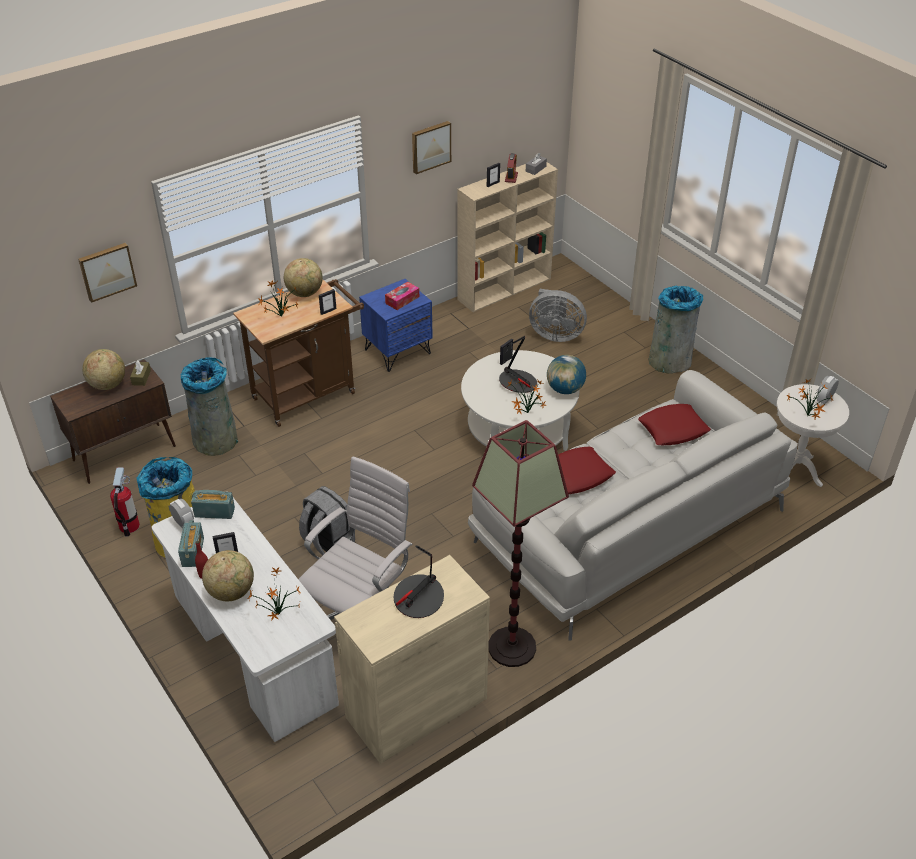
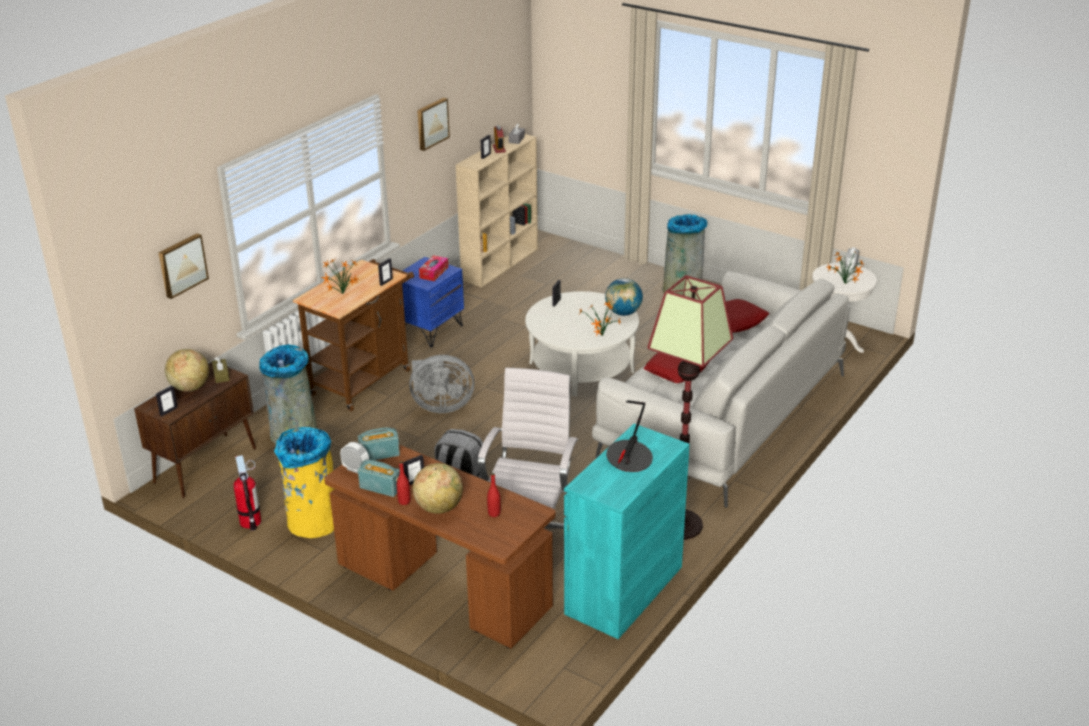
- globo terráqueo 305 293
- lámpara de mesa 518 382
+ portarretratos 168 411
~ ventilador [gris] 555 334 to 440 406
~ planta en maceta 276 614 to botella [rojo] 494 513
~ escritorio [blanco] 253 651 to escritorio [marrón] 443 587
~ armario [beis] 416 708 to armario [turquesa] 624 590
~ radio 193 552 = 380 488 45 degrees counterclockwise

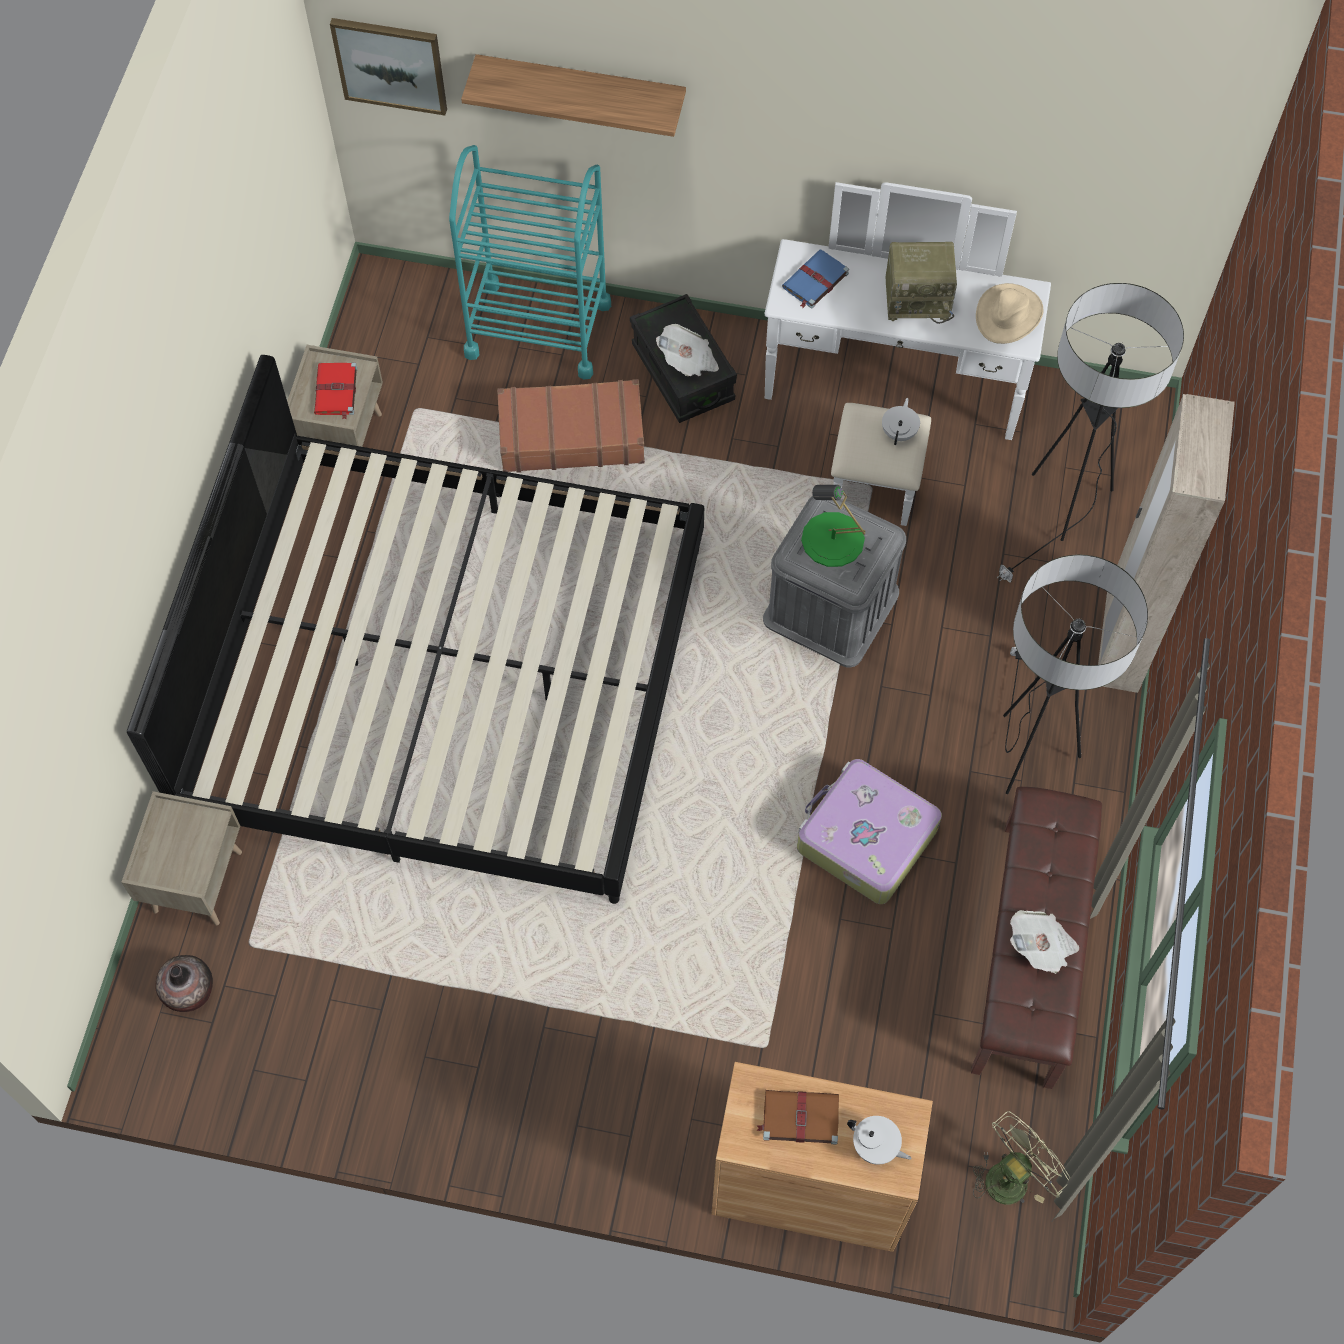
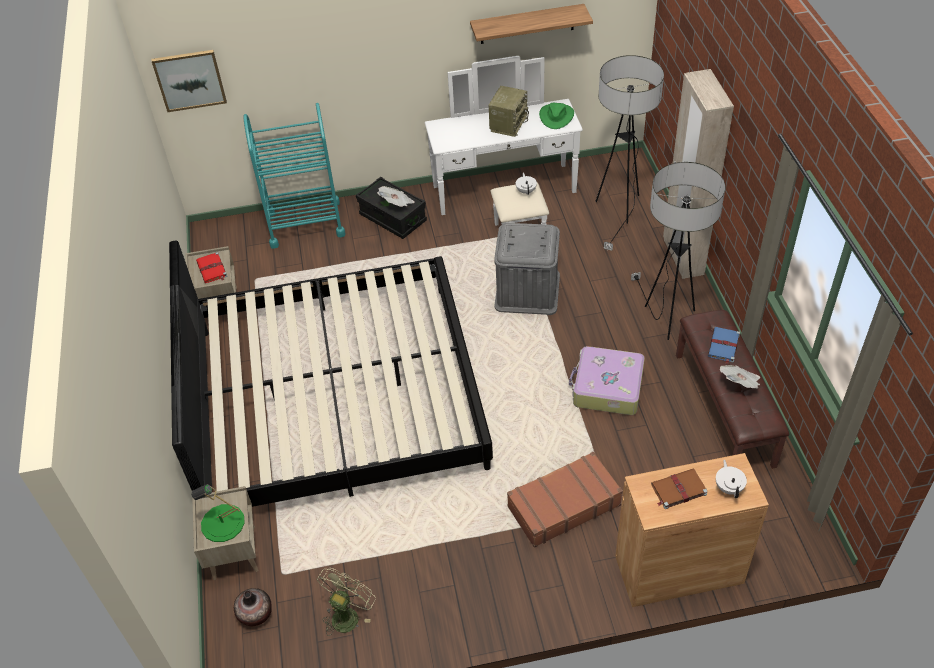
~ estante 581 88 to 527 24
~ maleta [marrón] 571 435 to 563 505
~ libro [azul] 814 281 to 723 346
~ lámpara de mesa [verde] 832 539 to 222 523
~ ventilador [verde] 1012 1175 to 347 614
~ sombrero [beis] 1008 314 to sombrero [verde] 556 116
~ tetera [blanco] 875 1146 = 729 487 105 degrees counterclockwise
~ radio 918 299 = 508 124 45 degrees counterclockwise

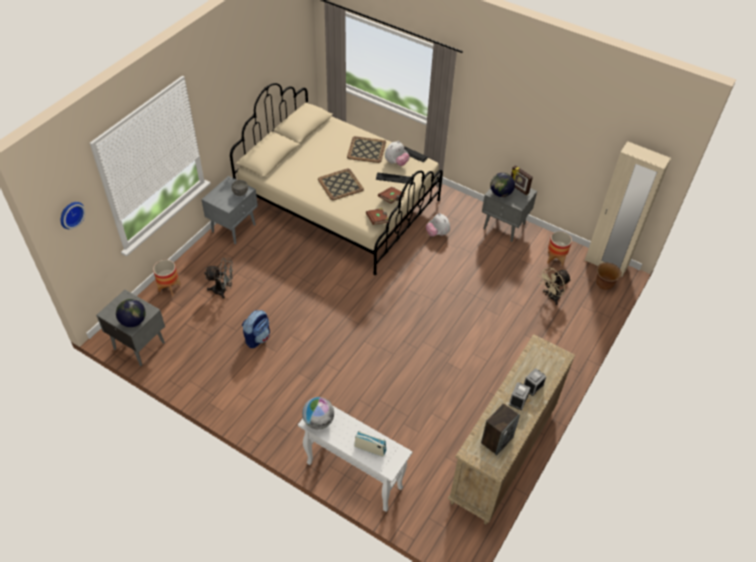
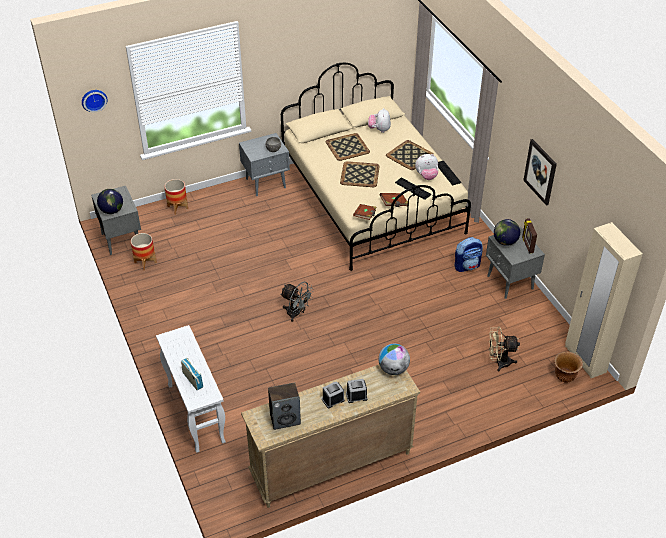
+ bandeja 347 147
+ cuadro 540 172
~ ventilador [gris] 223 290 to 296 314
~ mochila 258 338 to 467 266
~ globo terráqueo 318 421 to 393 369
~ peluche 437 233 to 379 130
~ maceta 555 259 to 145 262

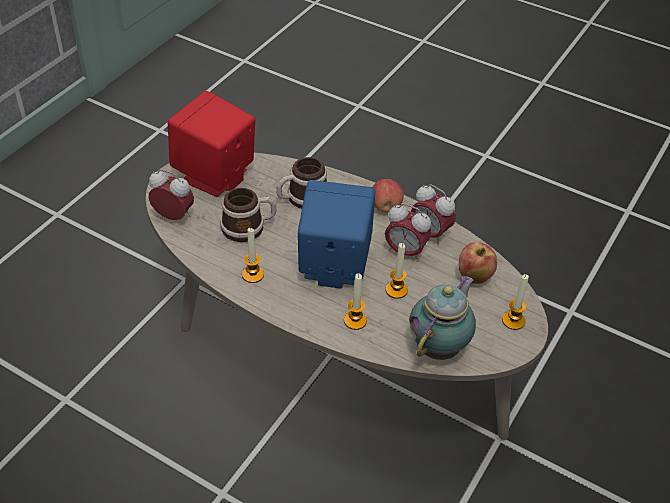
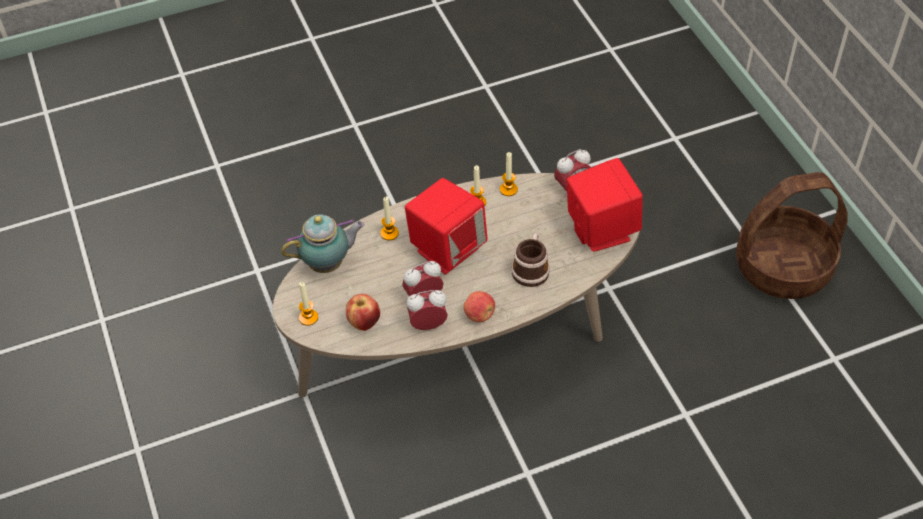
- taza grande 249 227
+ cesta 783 266
~ vela 396 290 to 508 189
~ altavoz [azul] 333 265 to altavoz [rojo] 447 249
~ tetera 440 346 = 328 264 90 degrees counterclockwise

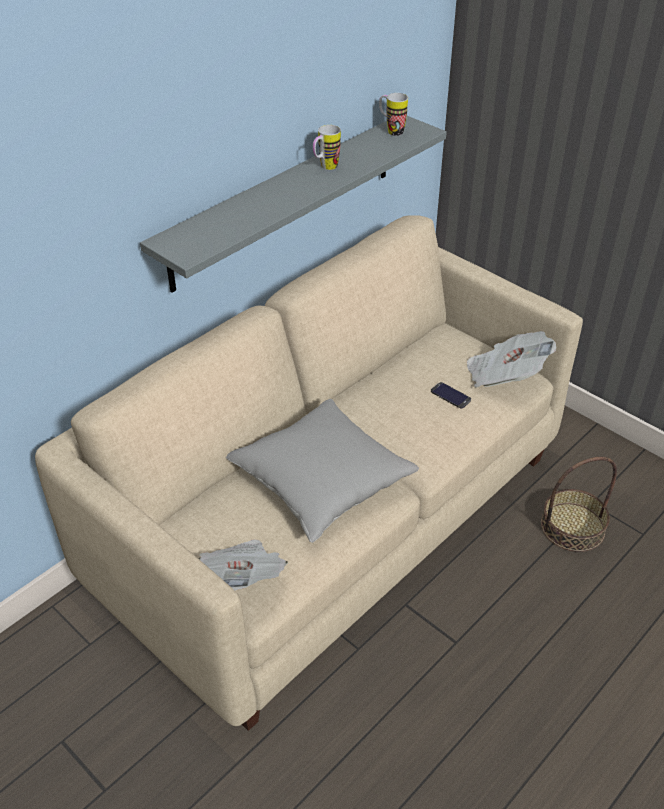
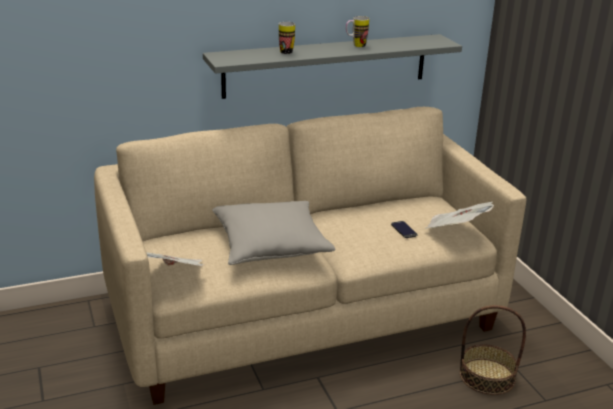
~ taza grande 391 130 to 284 51

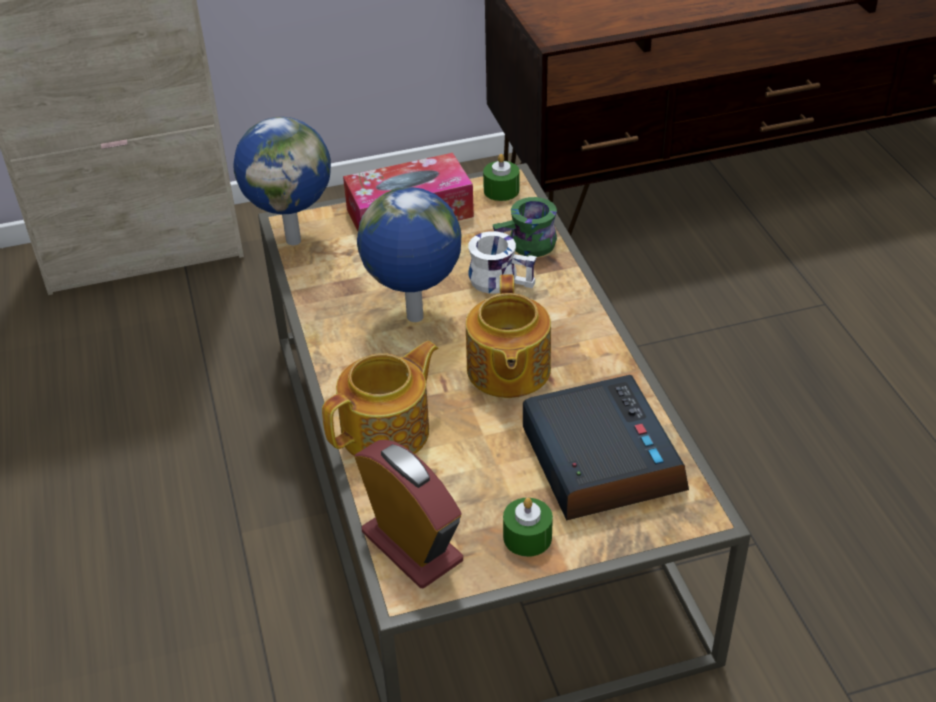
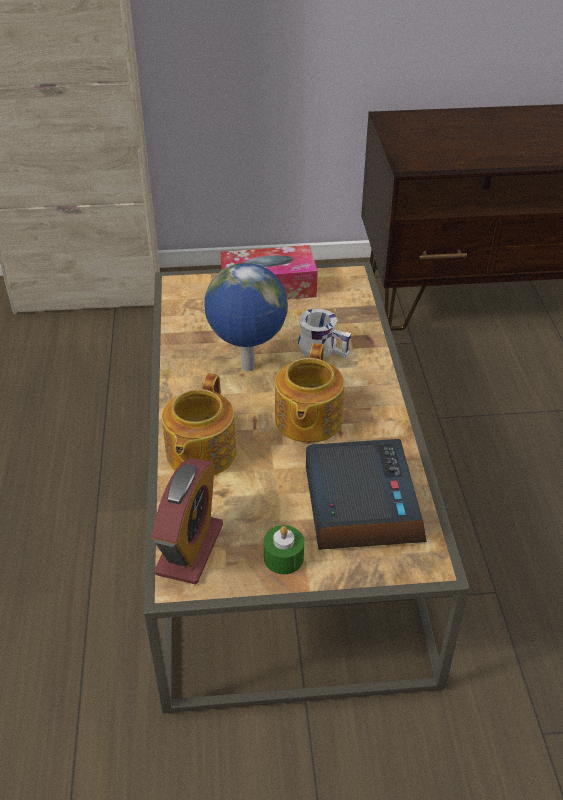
- globo terráqueo 294 239
- vela [verde] 501 190
- taza grande [verde] 527 248
~ tetera 388 431 = 199 453 135 degrees clockwise
~ despertador 412 546 = 189 549 45 degrees clockwise

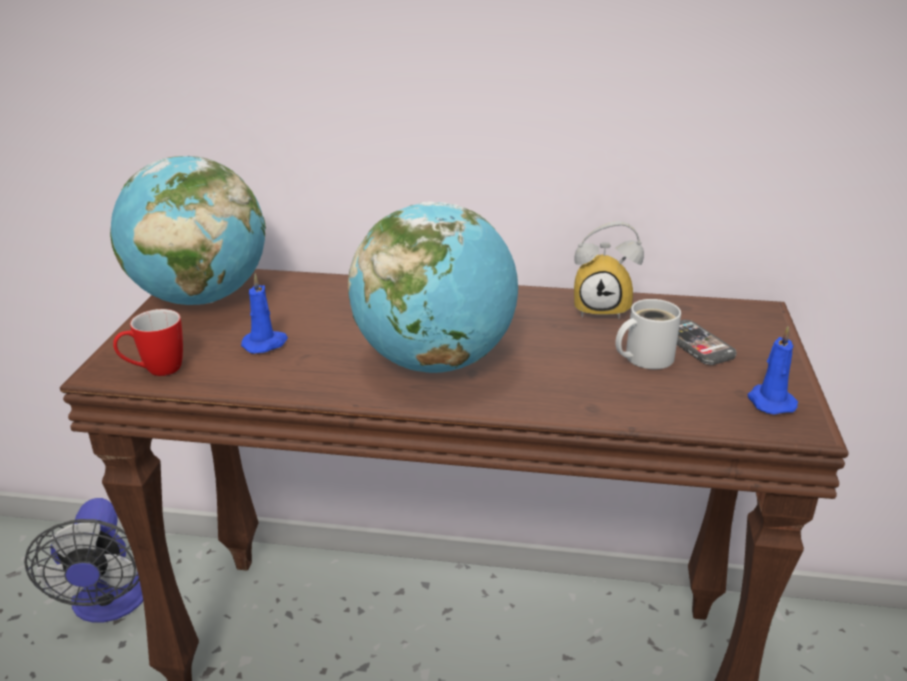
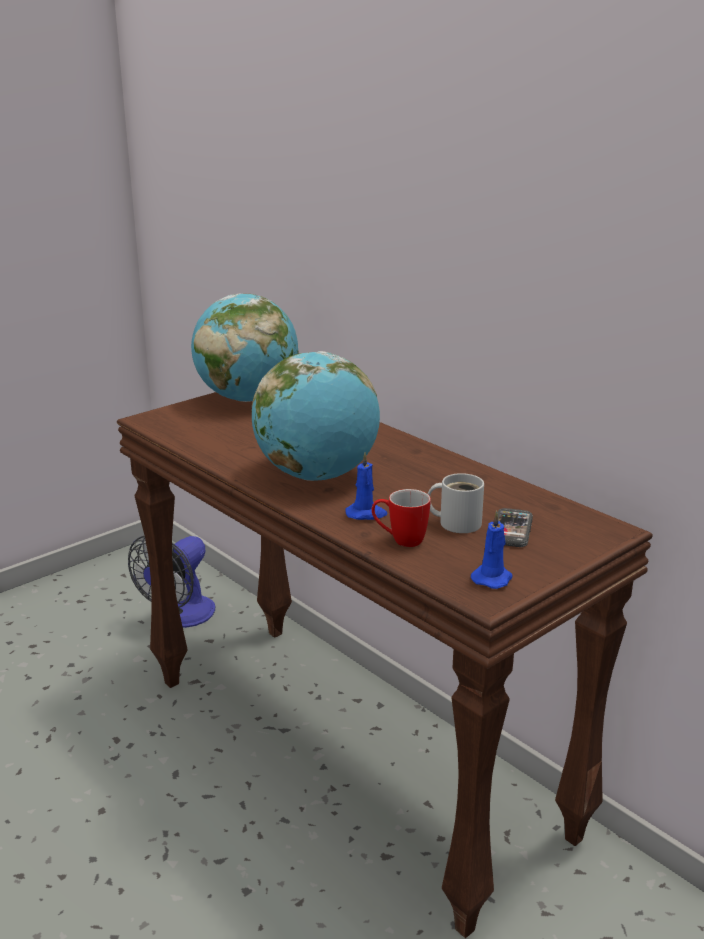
- despertador 603 308
~ taza grande 155 371 to 400 540
~ vela [azul] 265 344 to 366 514

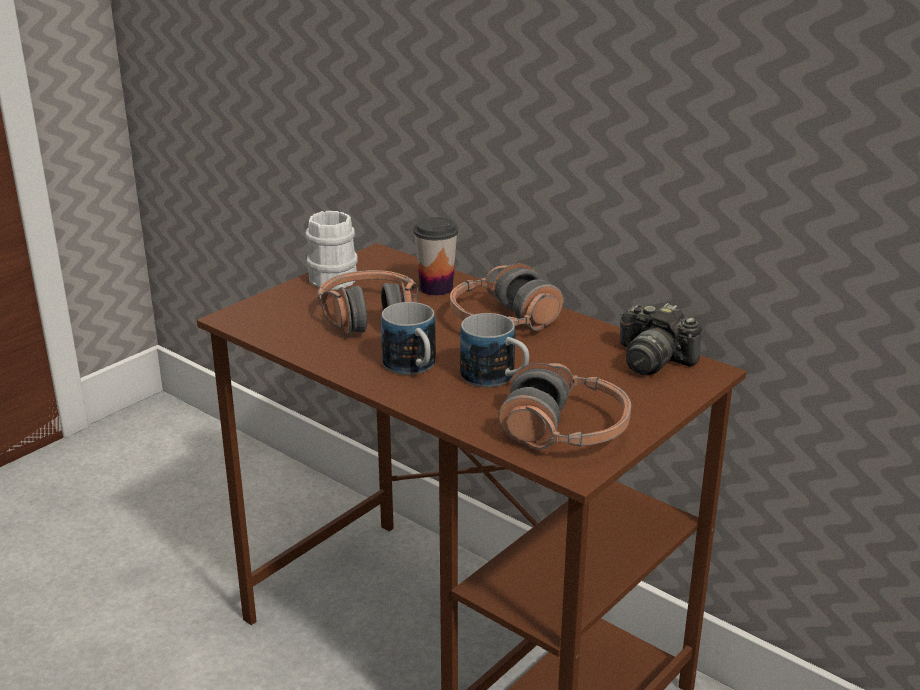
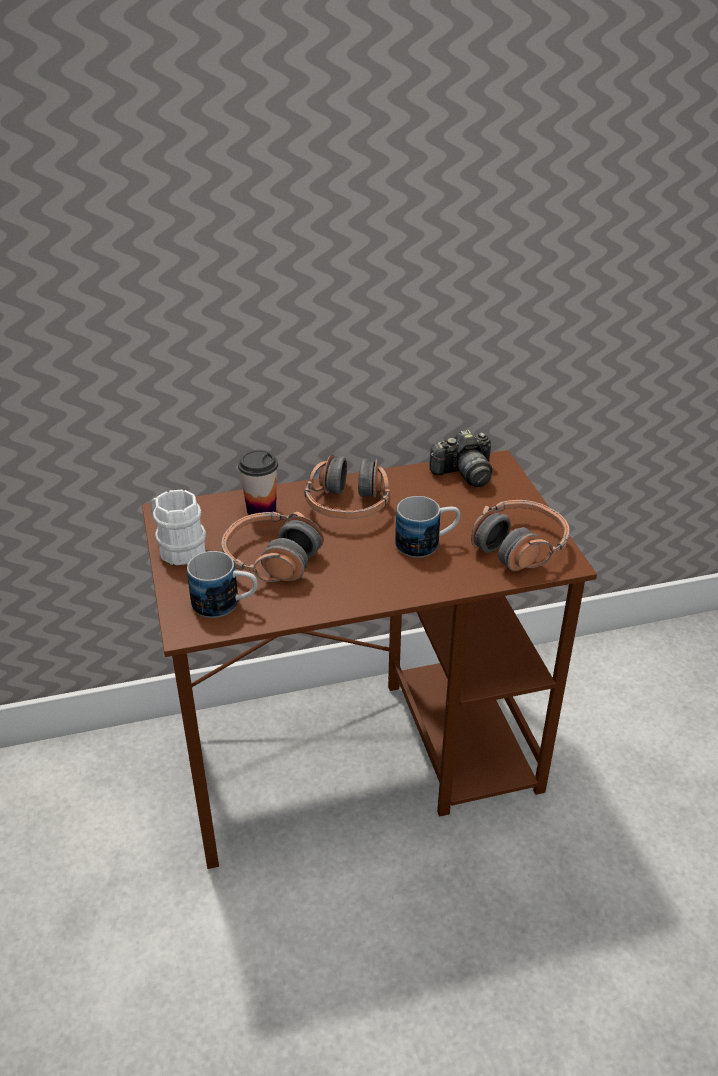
~ taza grande 413 368 to 225 604

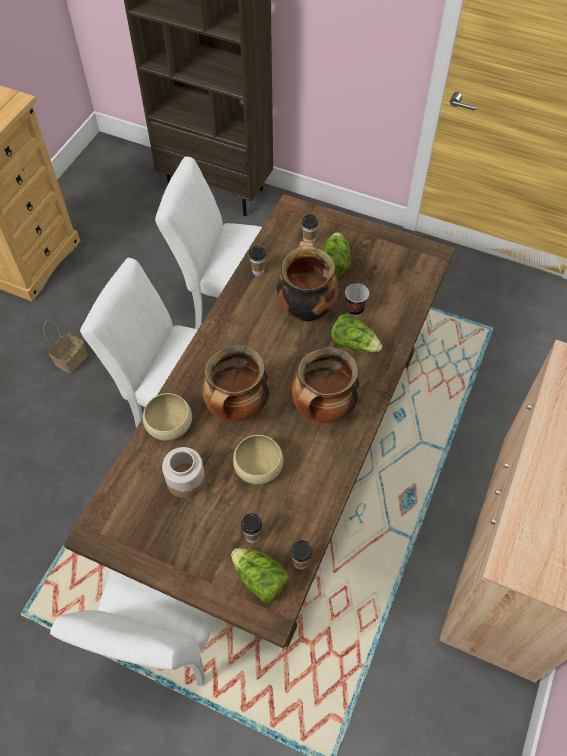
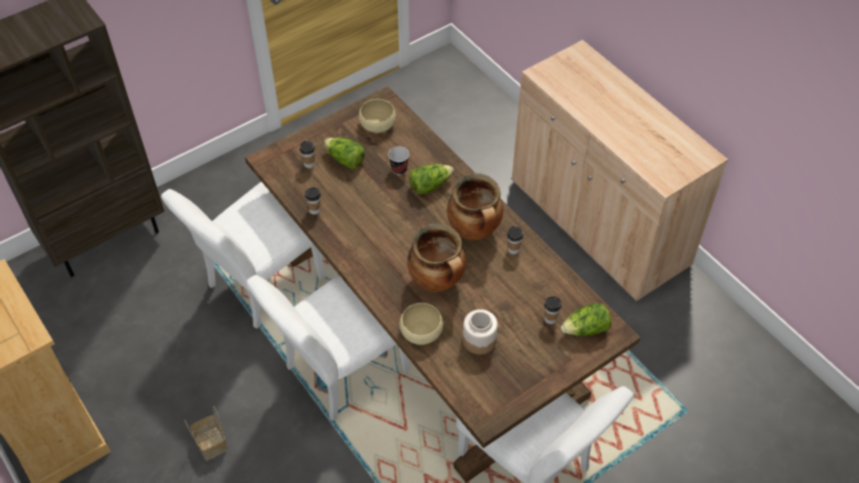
- olla 306 308
~ cuenco [beis] 258 466 to 377 123
~ taza 300 562 to 513 249

